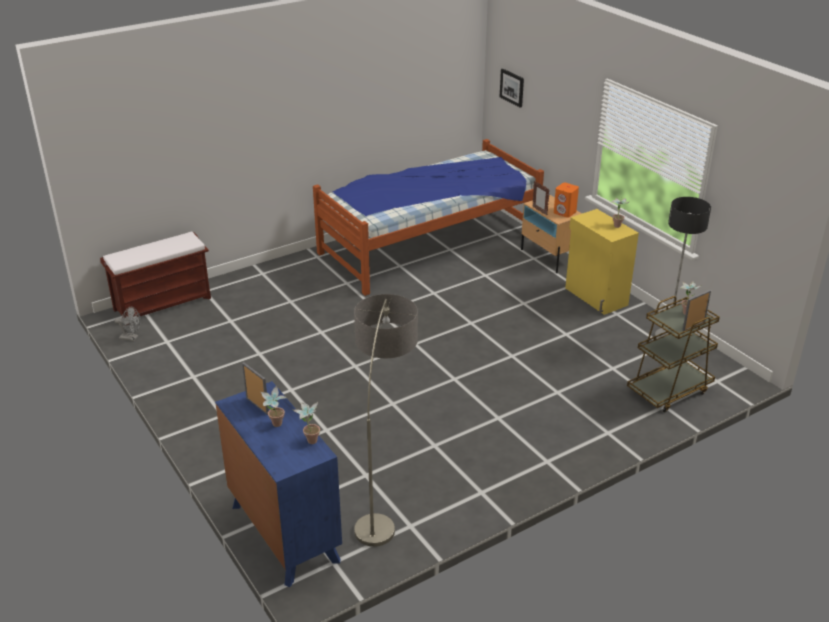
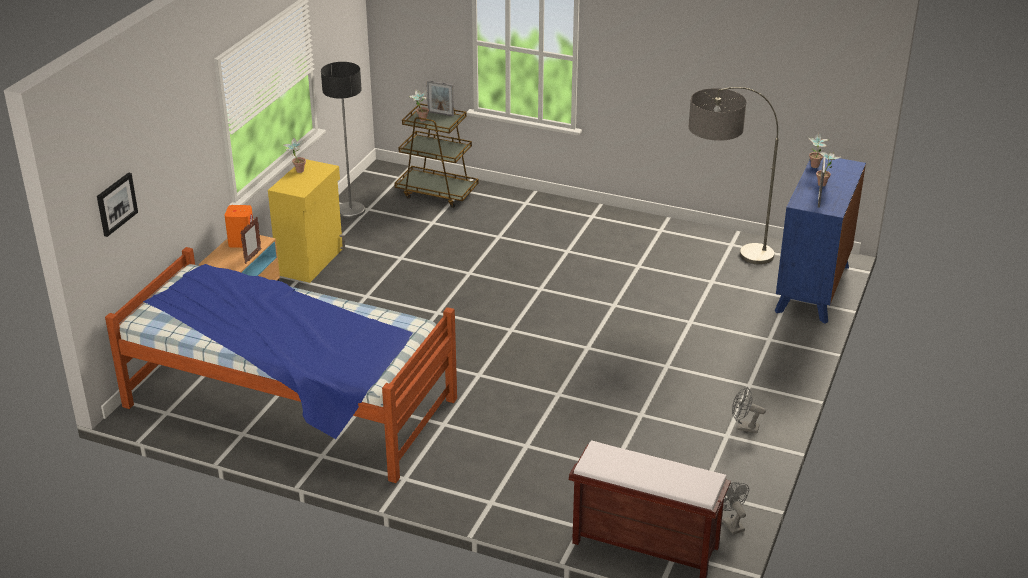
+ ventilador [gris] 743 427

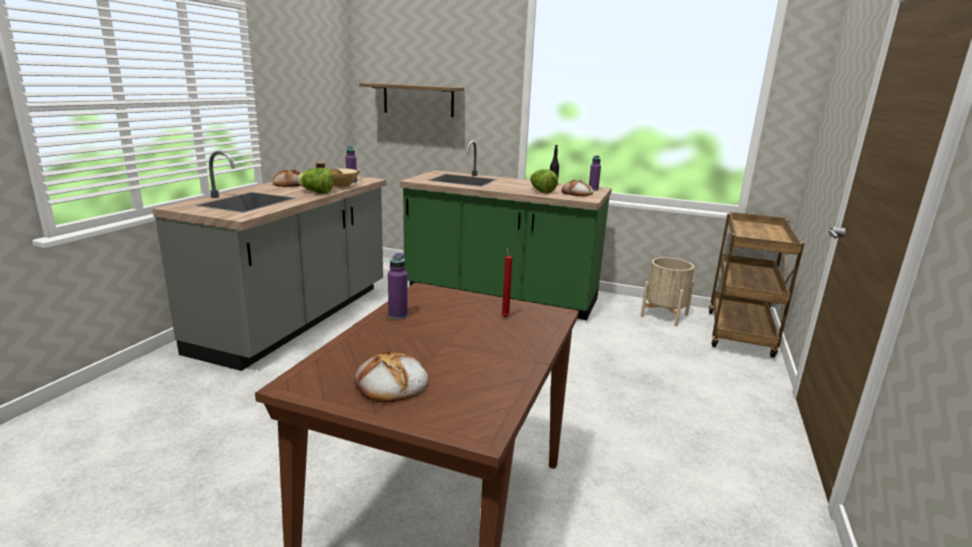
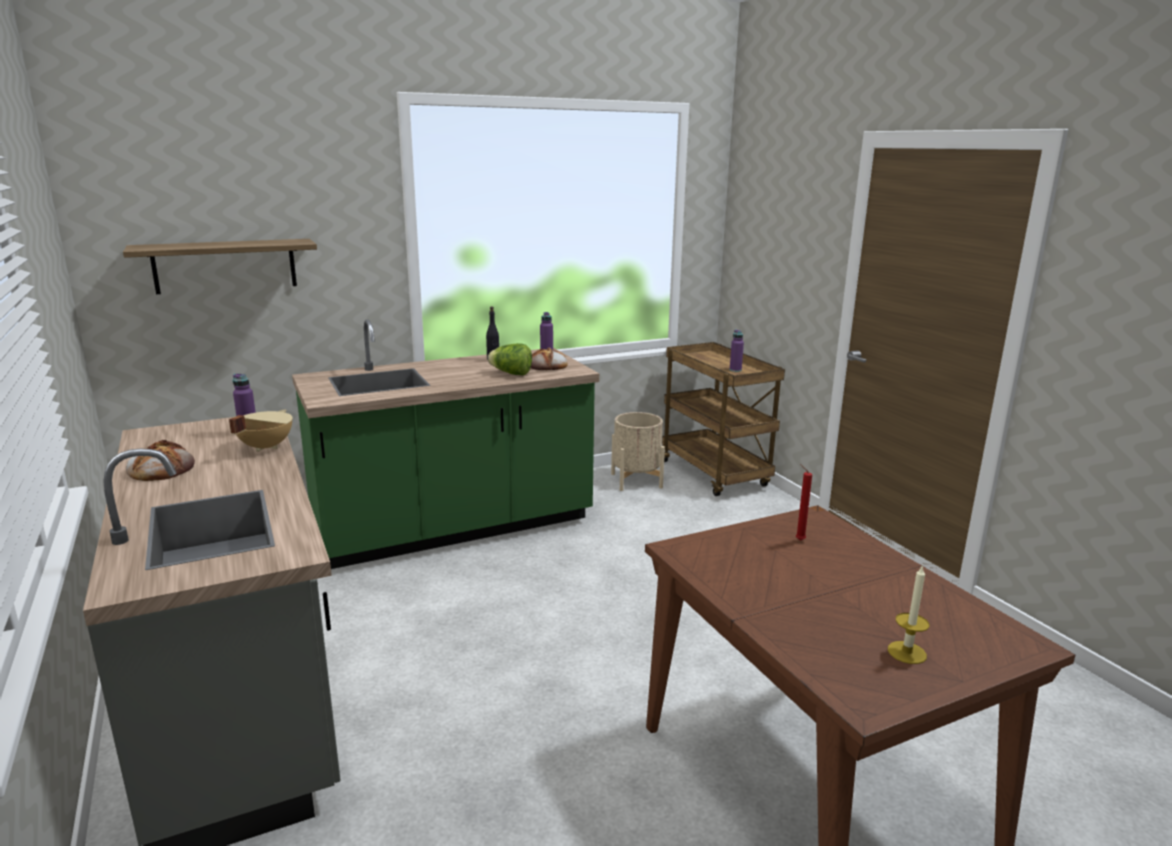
- lechuga 316 192
~ botella [morado] 398 315 to 735 370
~ pan 391 384 to vela 907 652

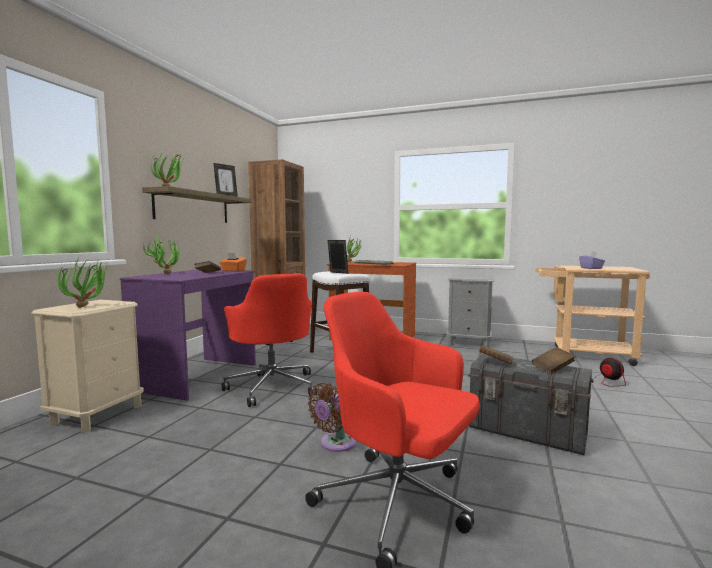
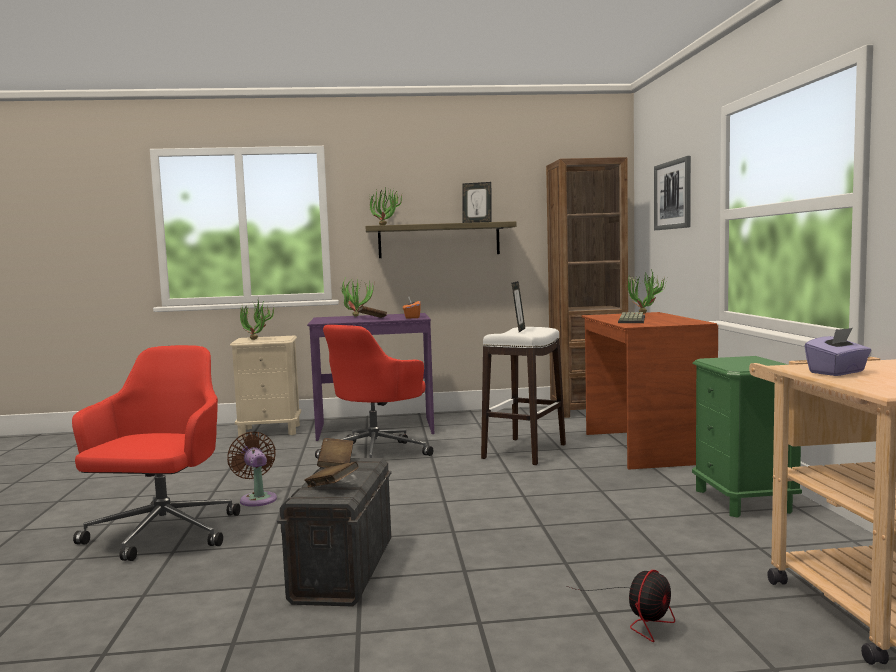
+ cuadro 673 195
~ mesita de noche [gris] 469 342 to mesita de noche [verde] 743 501
~ ventilador [marrón] 335 444 = 257 498 45 degrees clockwise

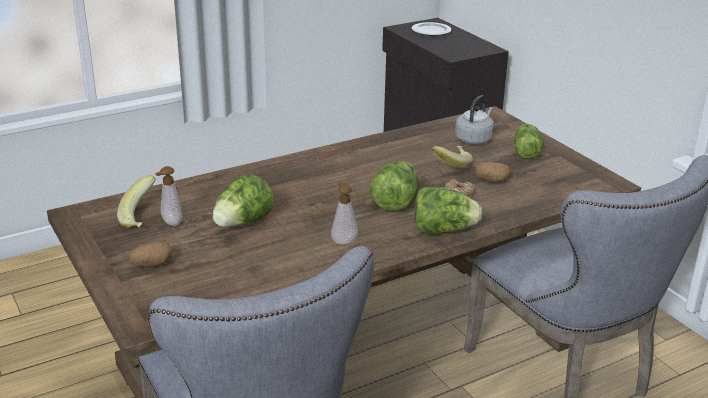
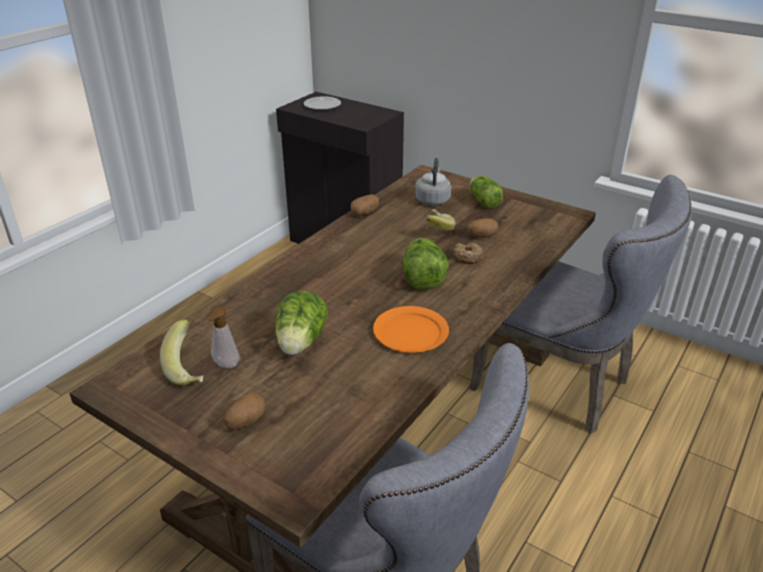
- lechuga 443 230
+ patata 365 213
~ dispensador de jabón 343 240 to plato [naranja] 410 333

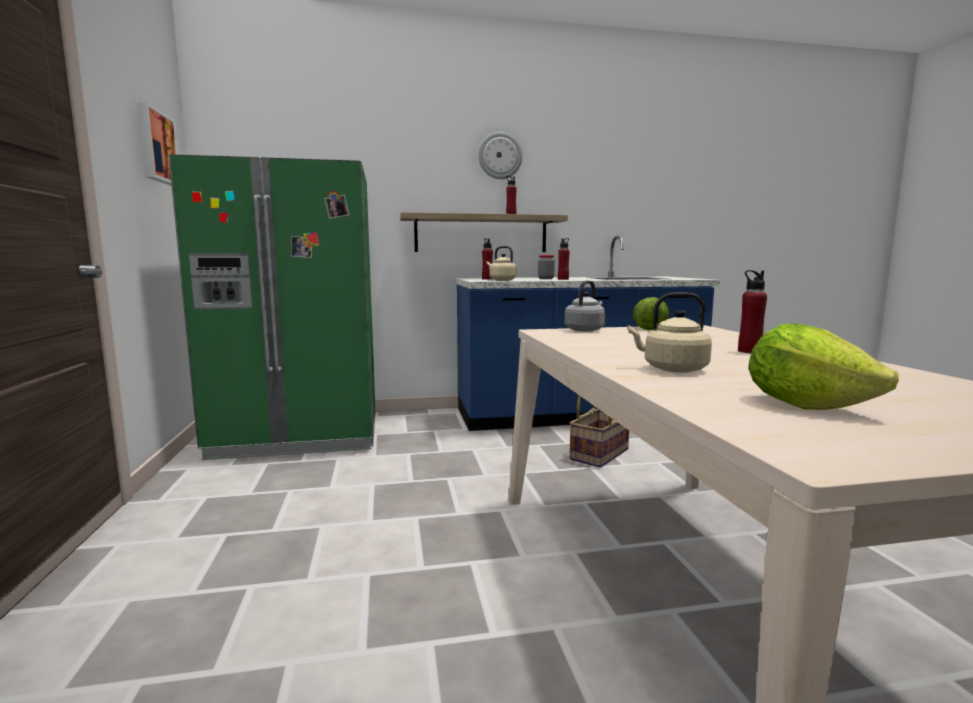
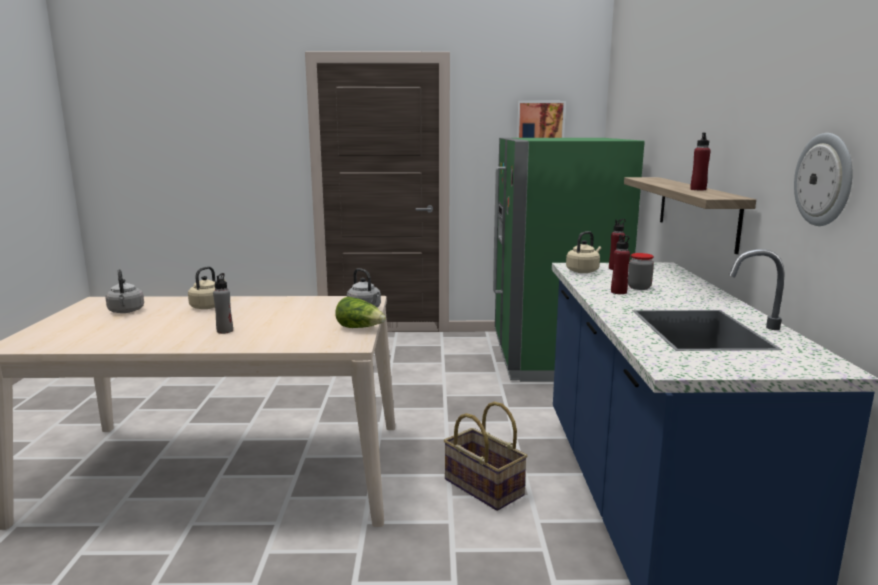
~ reloj de pared 500 156 to 824 180
~ lechuga 805 405 to hervidor [gris] 126 311
~ botella [rojo] 749 351 to botella [gris] 225 331

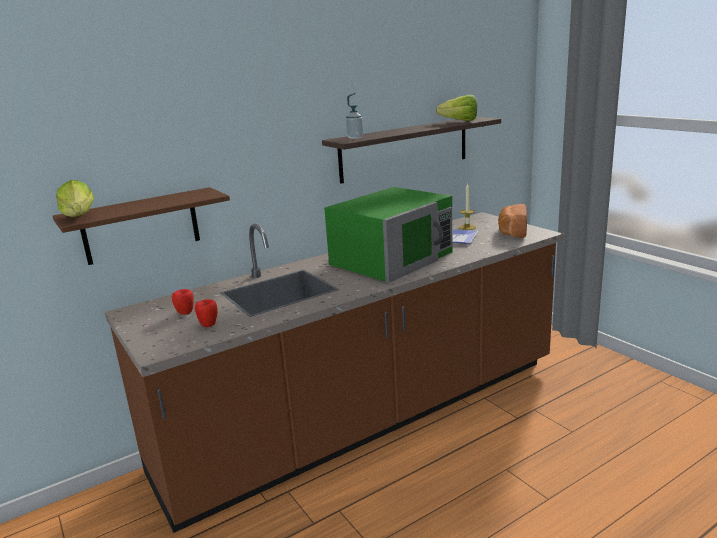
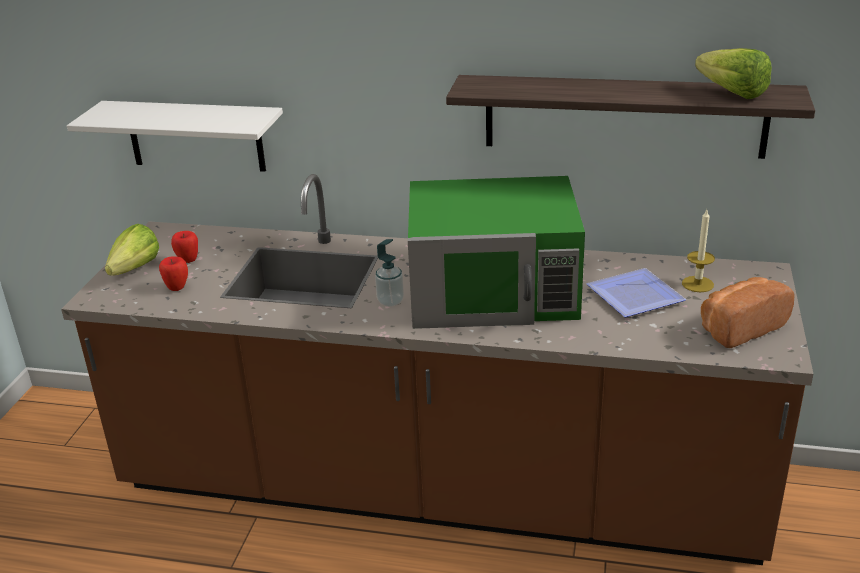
~ lechuga 78 219 to 130 272
~ dispensador de jabón 355 137 to 390 301
~ estante [marrón] 141 226 to estante [blanco] 195 136

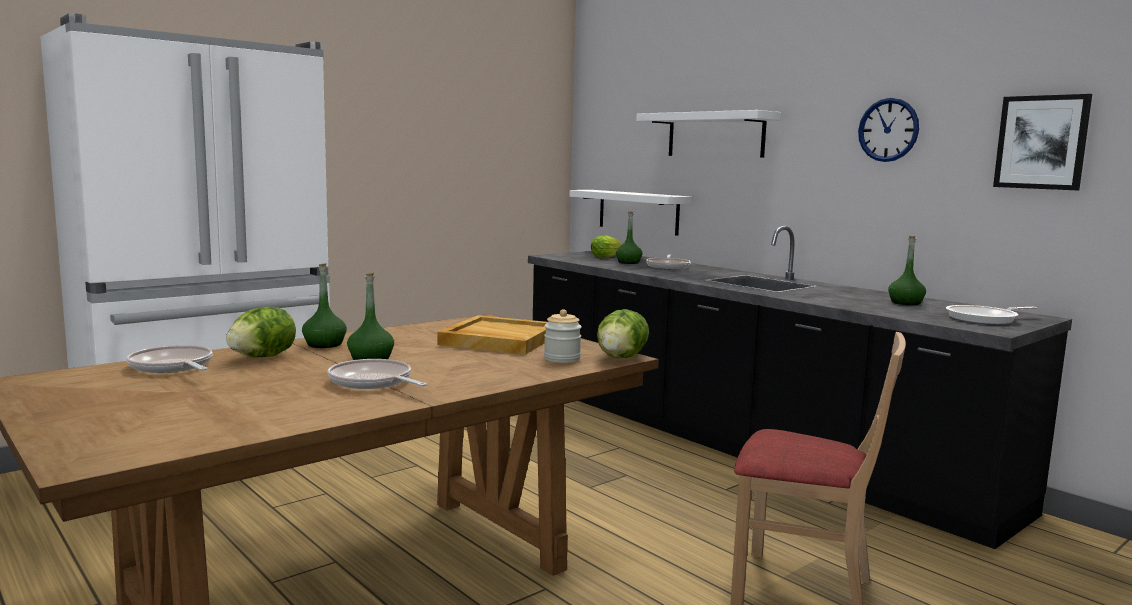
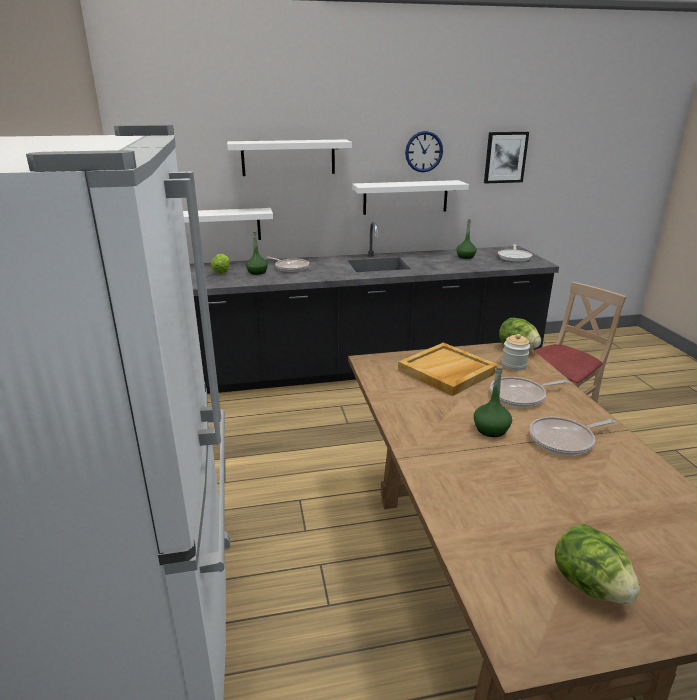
- botella [verde] 324 344
+ estante [blanco] 405 197
~ sartén 172 367 to 520 396
~ lechuga 262 357 to 589 585

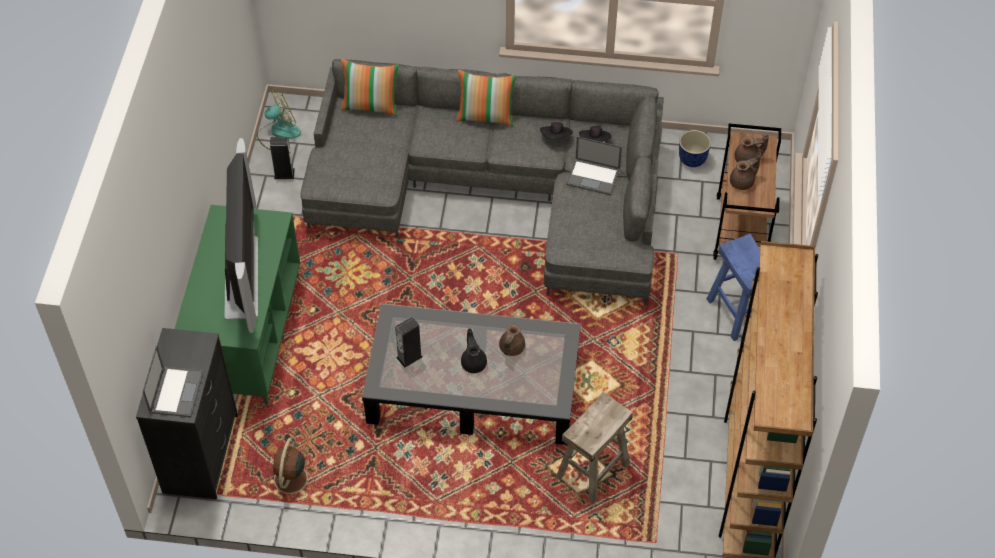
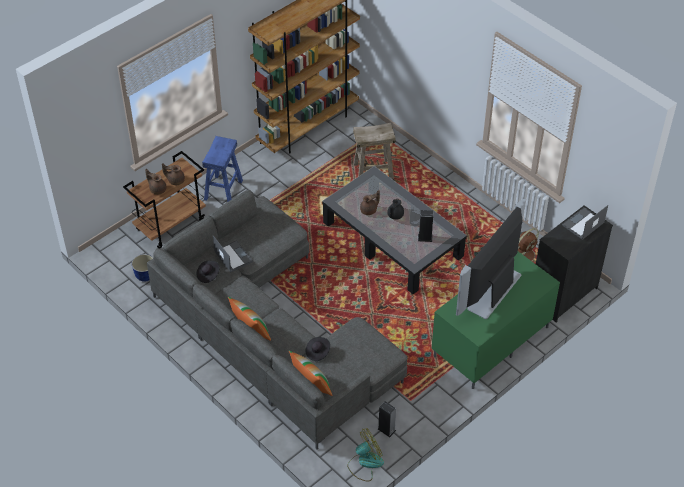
~ sombrero [negro] 556 137 to 317 352
~ ventilador 278 133 = 365 463 135 degrees clockwise

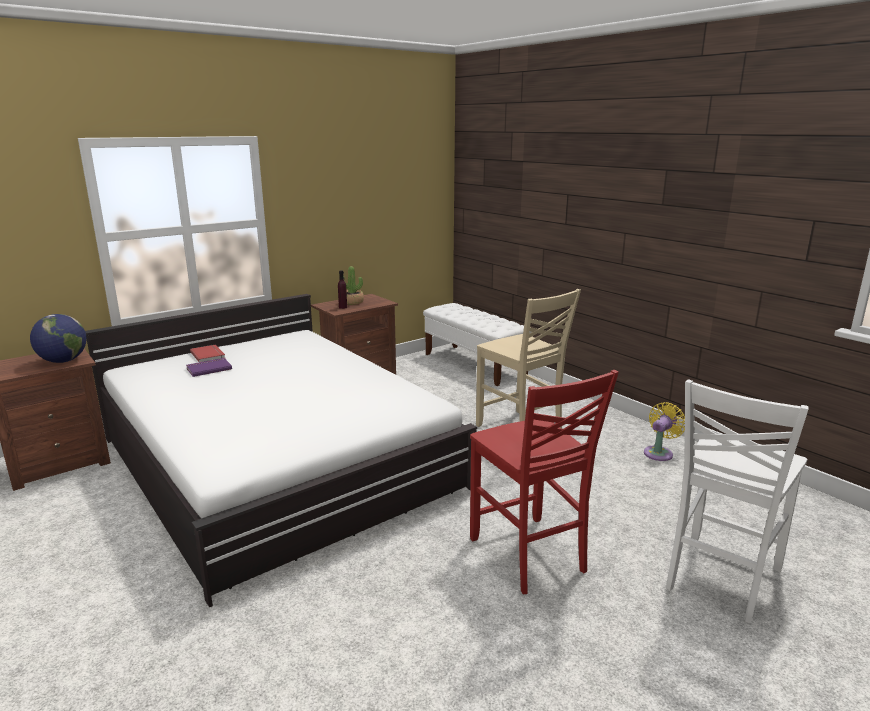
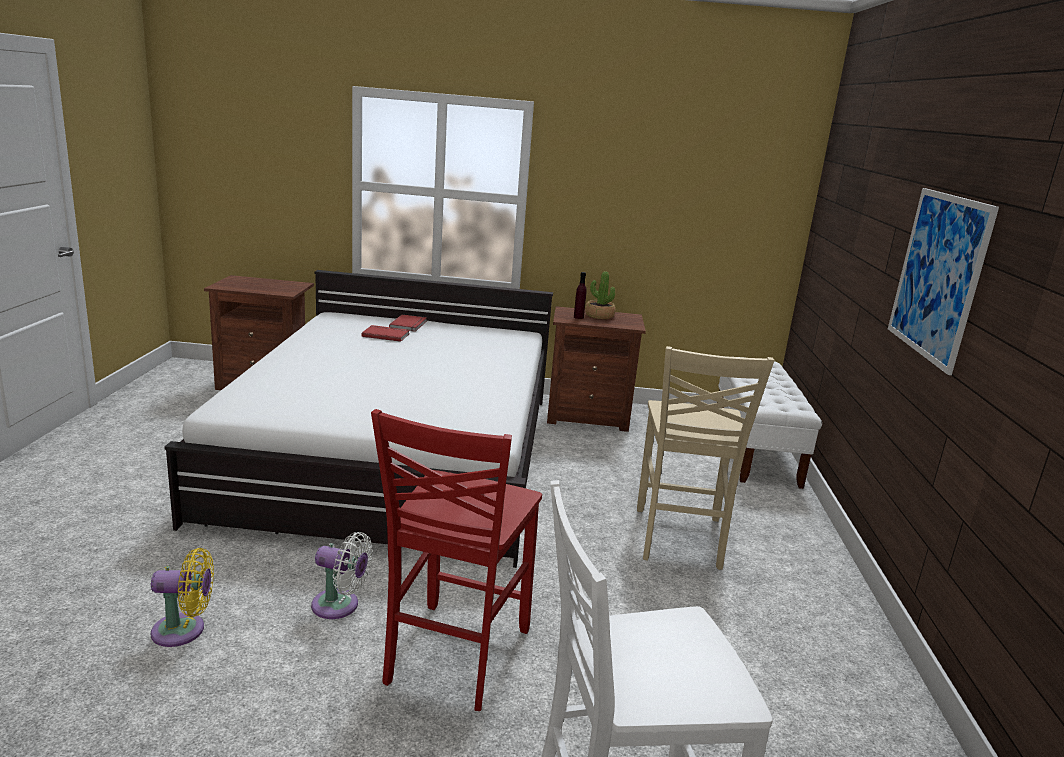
- globo terráqueo 63 361
+ ventilador [blanco] 340 606
+ cuadro 937 276
~ ventilador [amarillo] 659 452 to 184 630
~ libro [morado] 208 368 to libro [rojo] 386 335

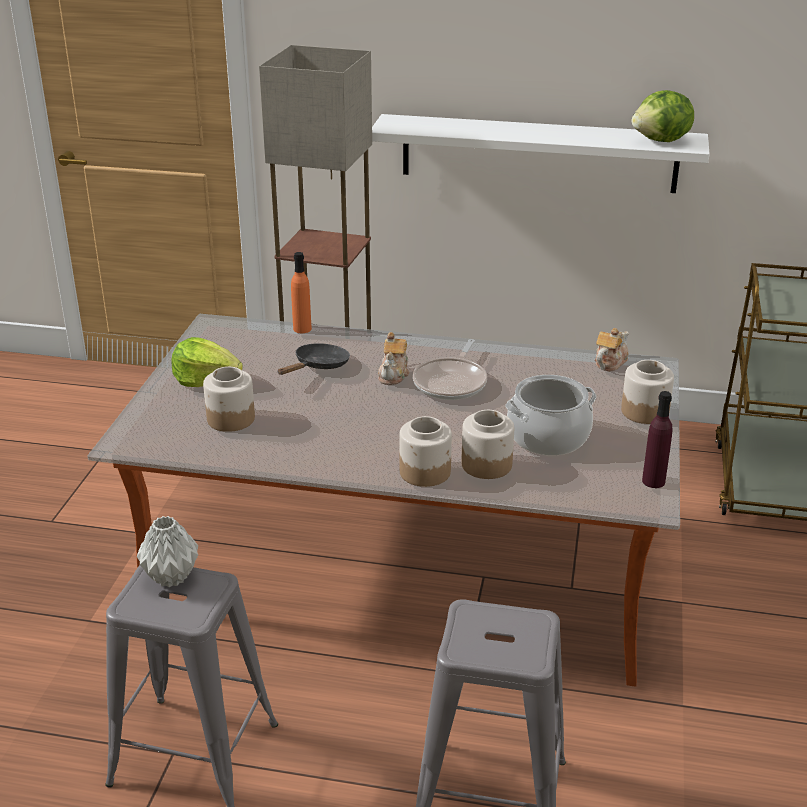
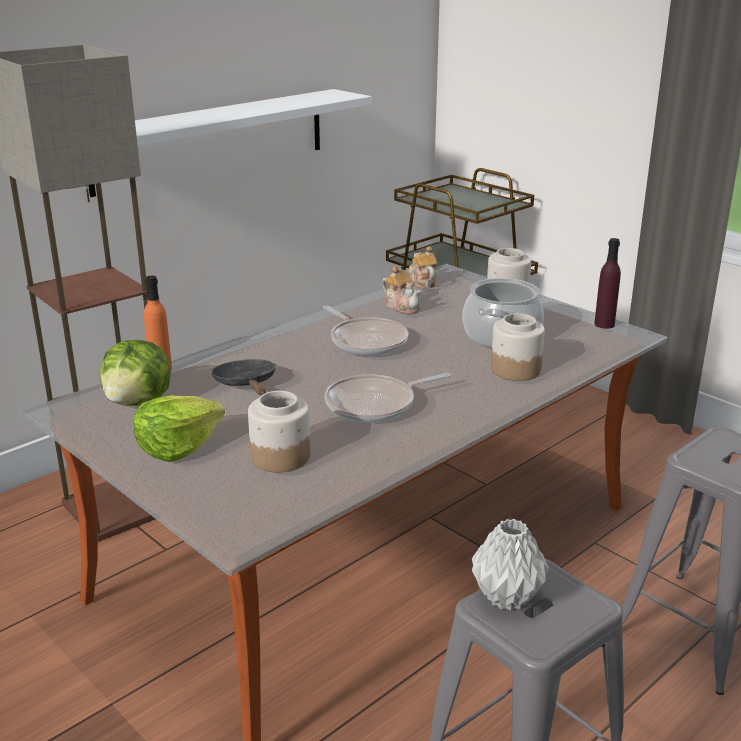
- tarro 425 472
+ sartén 375 404
~ tetera 394 374 to 402 306
~ lechuga 661 141 to 139 402

